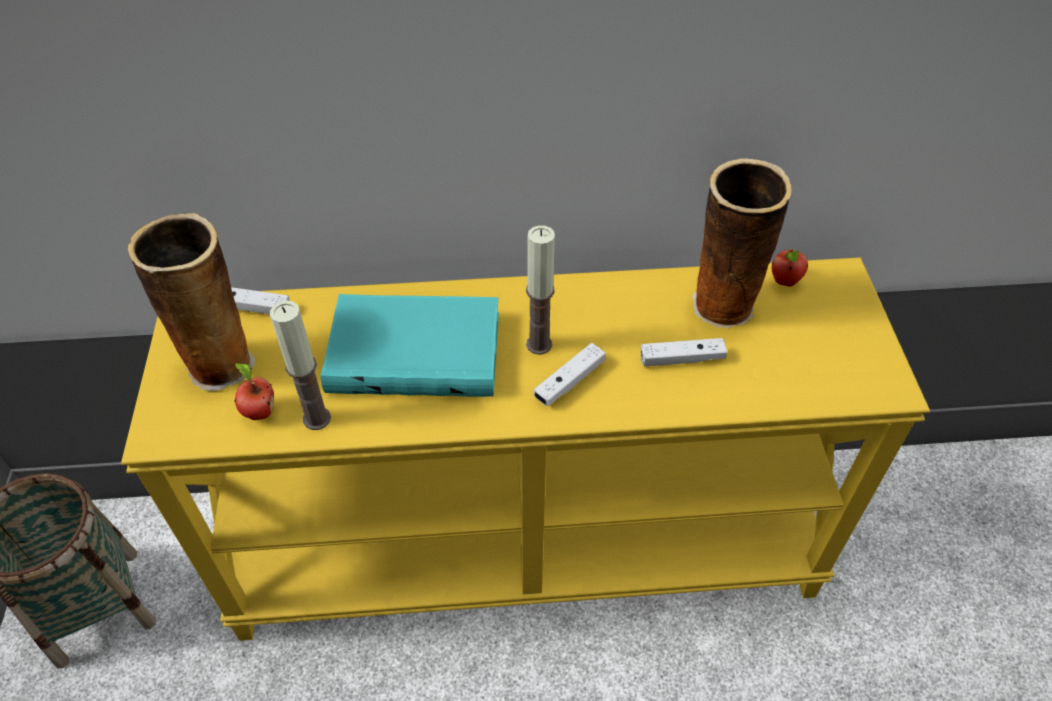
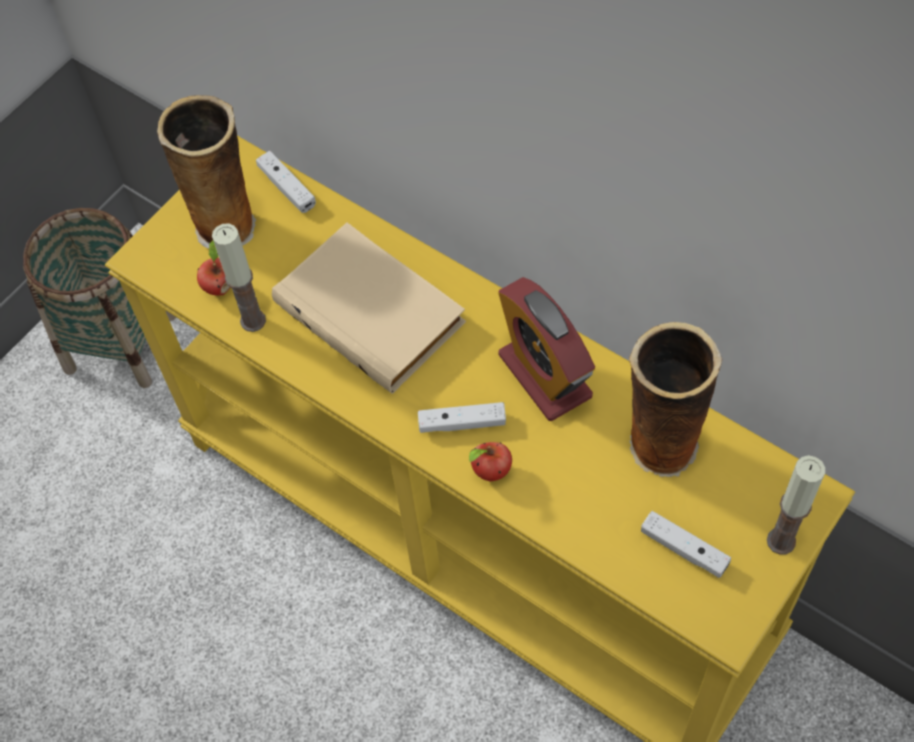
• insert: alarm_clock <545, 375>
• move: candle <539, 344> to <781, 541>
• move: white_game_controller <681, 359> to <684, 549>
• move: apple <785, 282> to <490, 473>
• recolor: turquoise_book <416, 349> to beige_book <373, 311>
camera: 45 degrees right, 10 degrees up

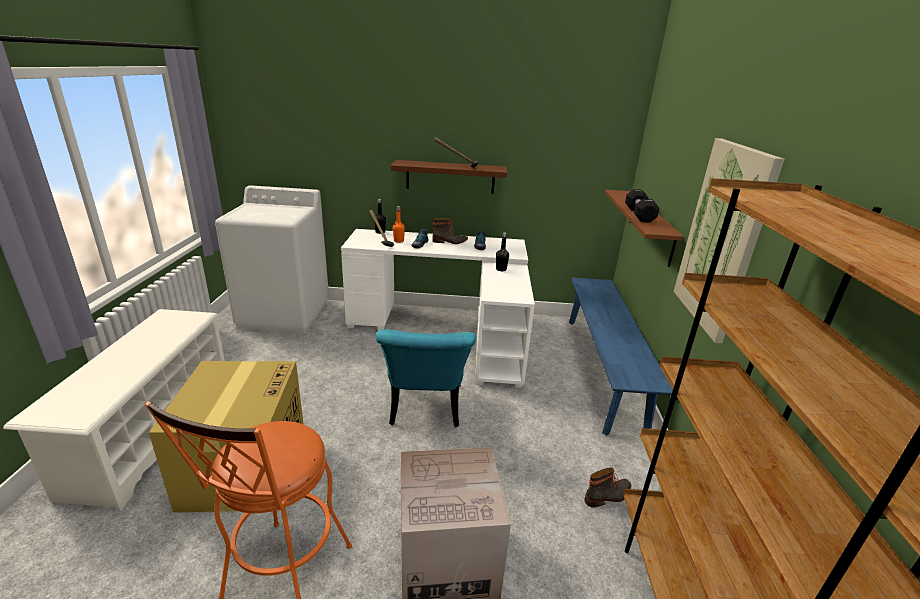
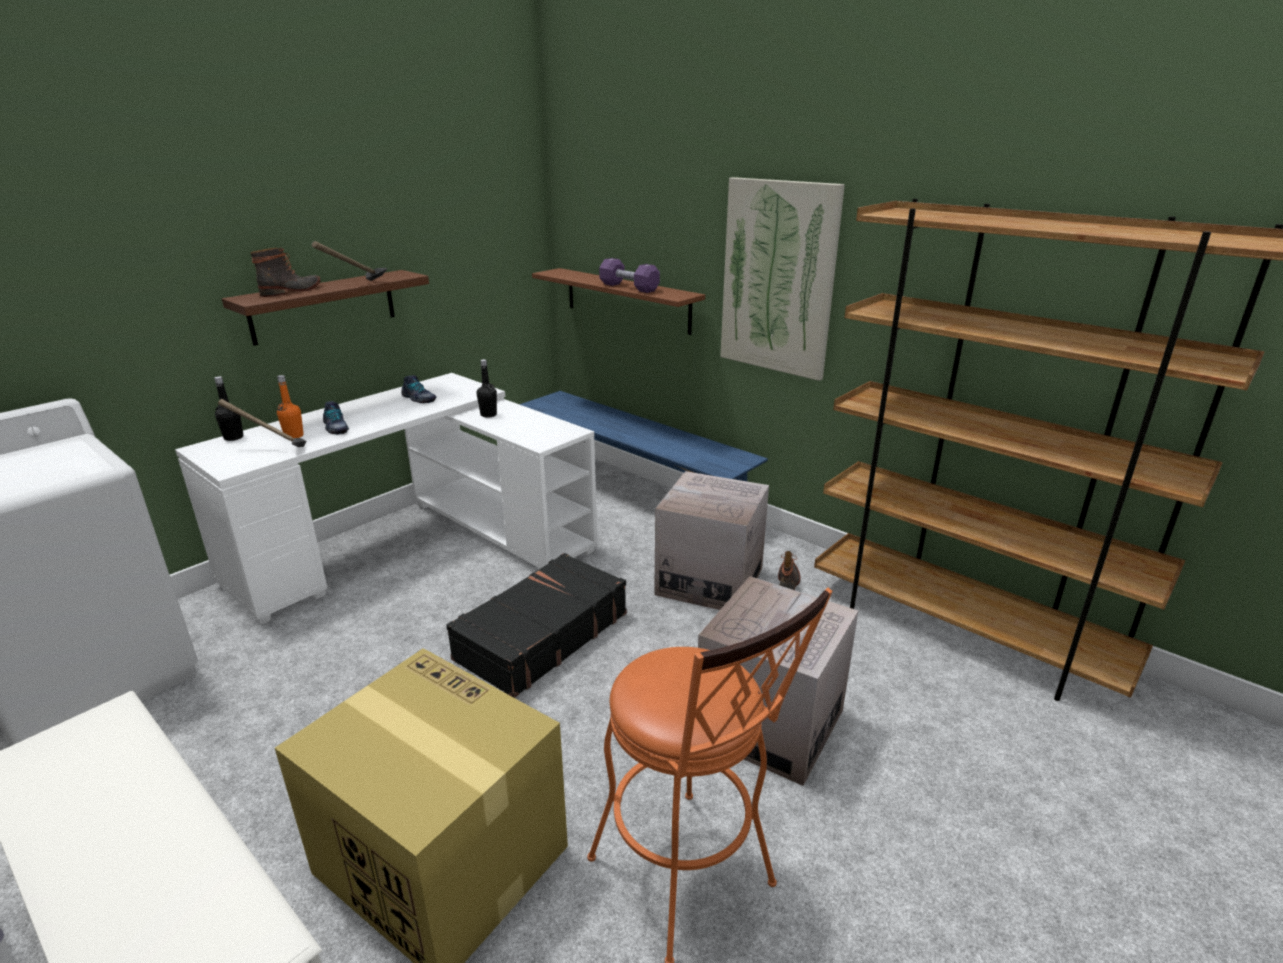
• insert: cardboard_box <709, 581>
• move: boot <450, 241> to <292, 291>
• replace: turquoise_chair <425, 410> to black_suitcase <541, 636>
• recolor: black_dumbbell <639, 215> to purple_dumbbell <629, 287>
camera: 50 degrees left, 0 degrees up

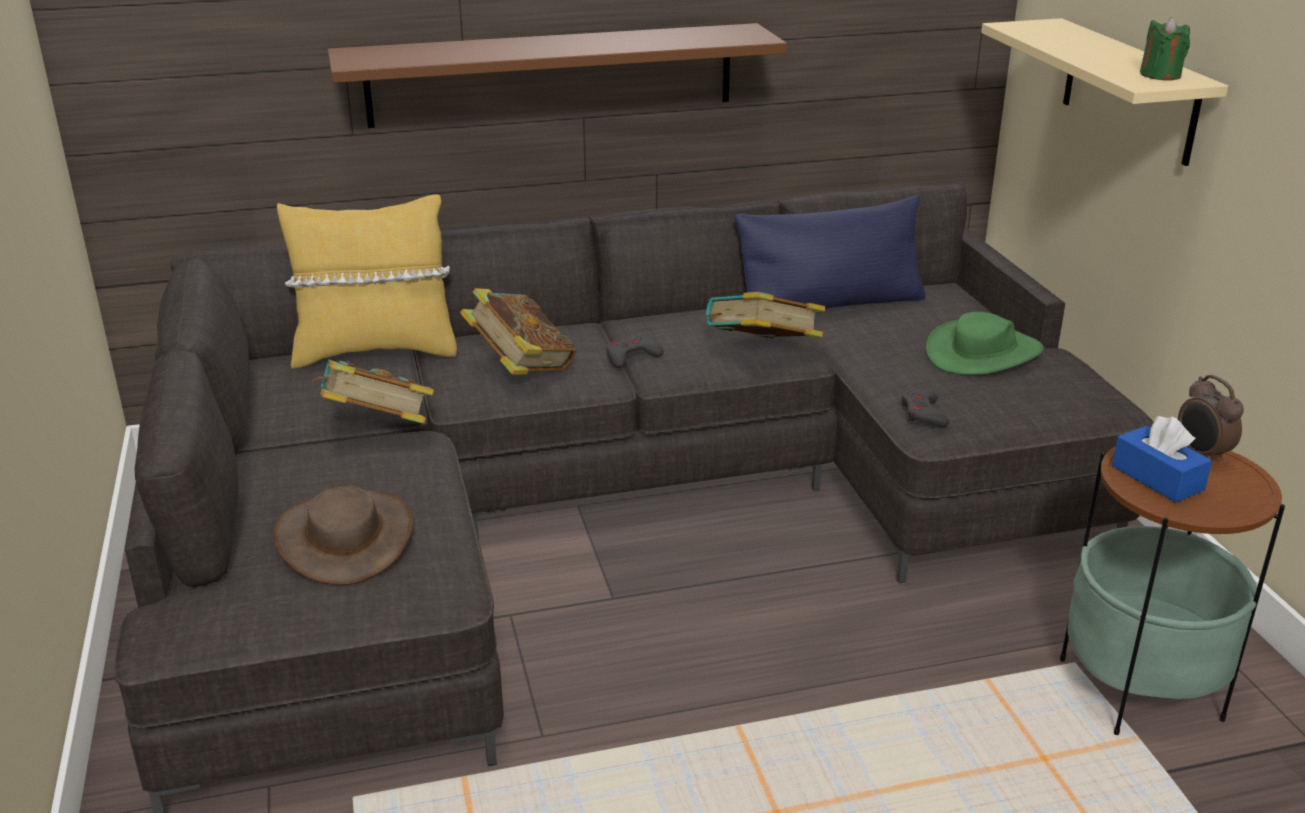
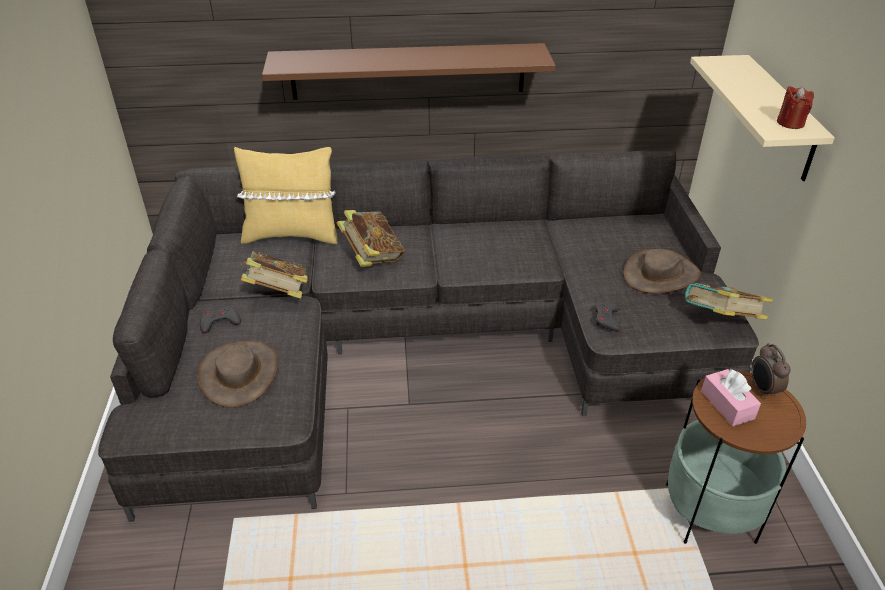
• delete: blue_pillow <829, 305>
• move: grey_game_controller <631, 356> to <219, 322>
• move: book <761, 353> to <720, 322>
• recolor: green_hat <984, 353> to brown_hat <661, 275>
• recolor: blue_tissue_box <1157, 478> to pink_tissue_box <727, 404>
• recolor: green_candle <1160, 75> to red_candle <790, 123>
camera: 10 degrees right, 10 degrees up

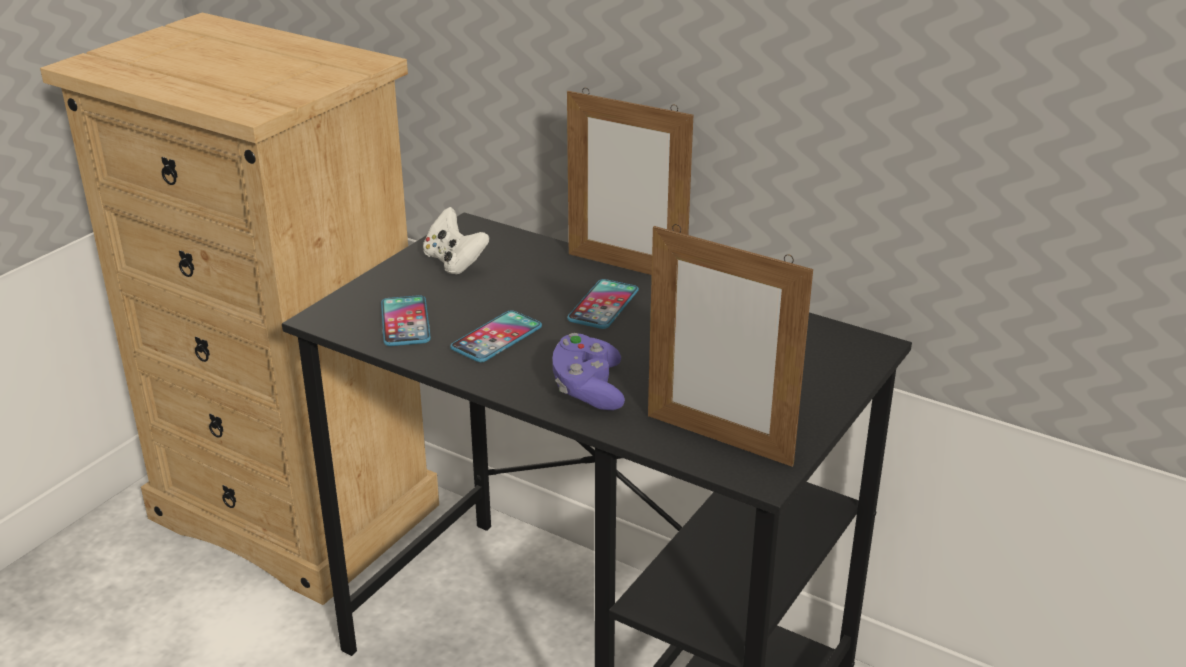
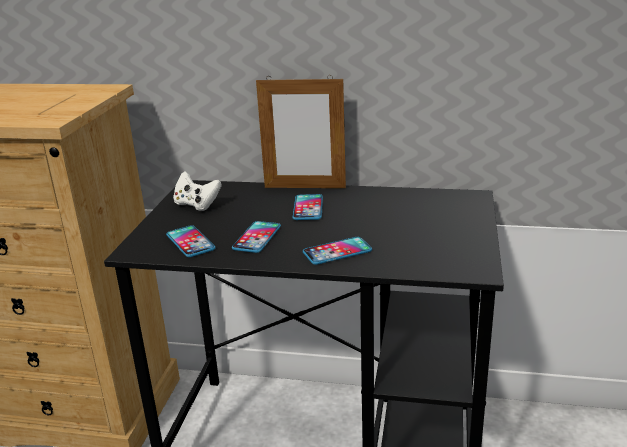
• delete: picture_frame <718, 439>
• replace: purple_game_controller <588, 389> to phone <337, 252>
camera: 20 degrees left, 5 degrees down

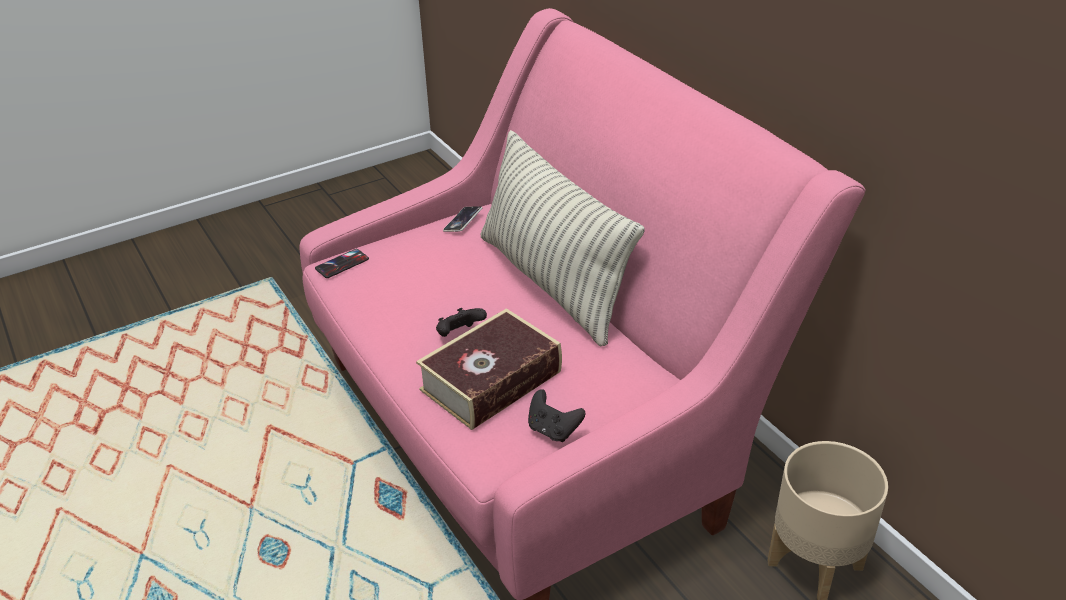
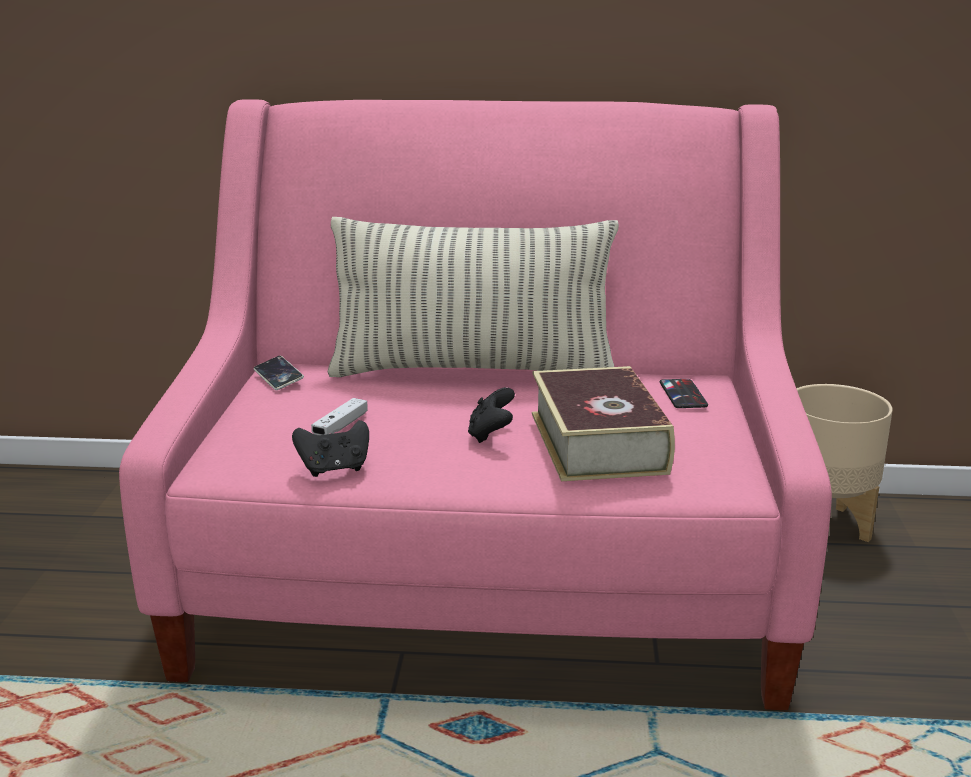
• insert: white_game_controller <340, 426>
• move: phone <342, 264> to <683, 394>
• move: black_game_controller <553, 430> to <334, 469>
camera: 55 degrees left, 15 degrees down

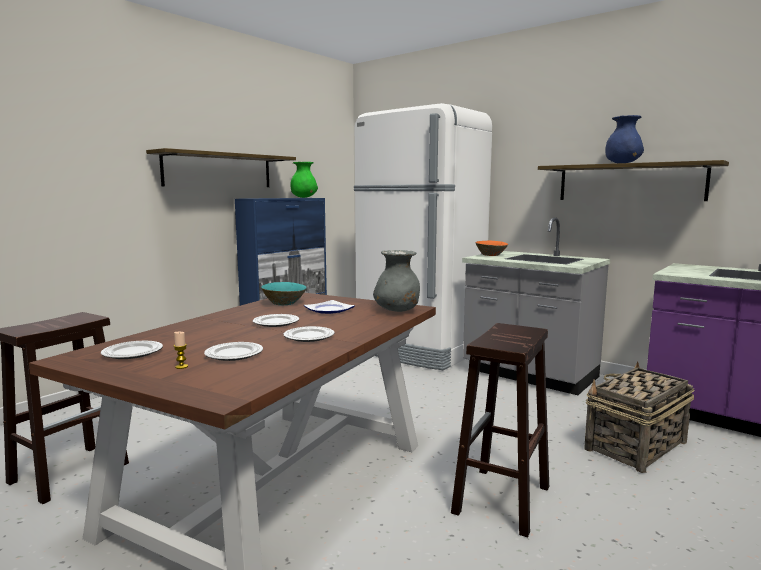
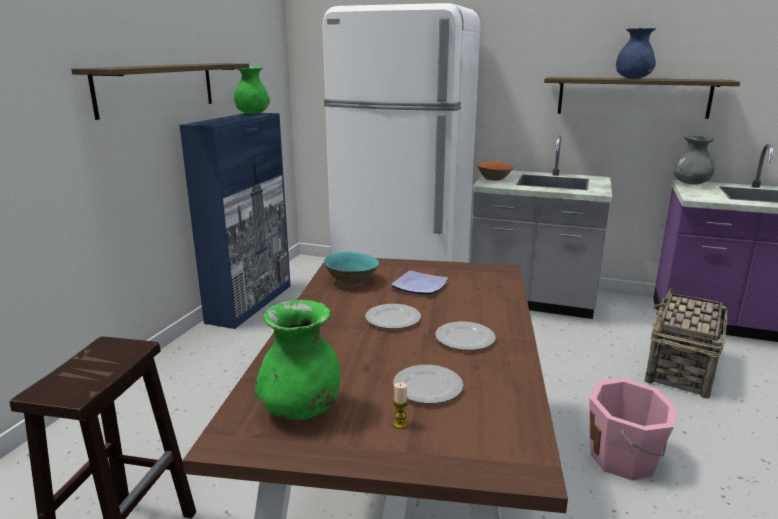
• move: grey_vase <397, 311> to <690, 184>
• replace: plate <133, 353> to green_vase <301, 410>
• replace: brown_stool <502, 501> to pink_bucket <624, 458>
camera: 20 degrees left, 10 degrees up

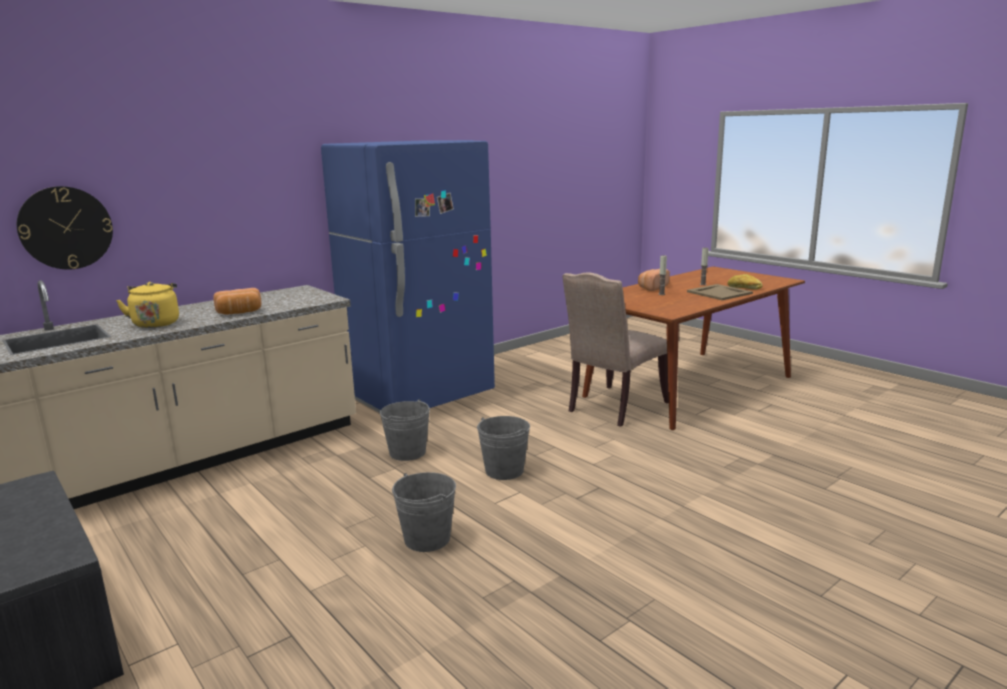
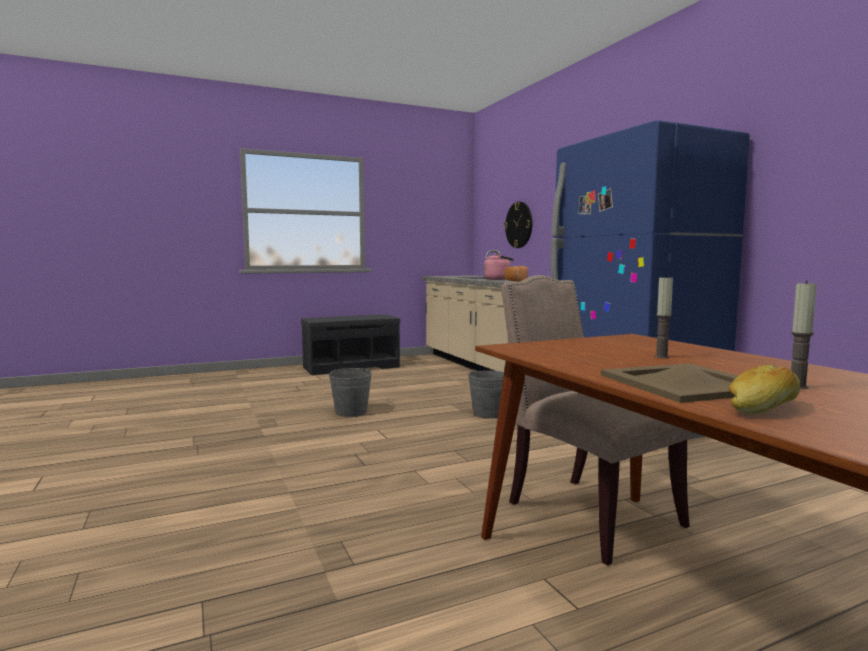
• delete: grey_bucket <504, 470>
• delete: bread <652, 288>
• recolor: yellow_kettle <156, 323> to pink_kettle <498, 279>
camera: 105 degrees right, 10 degrees down

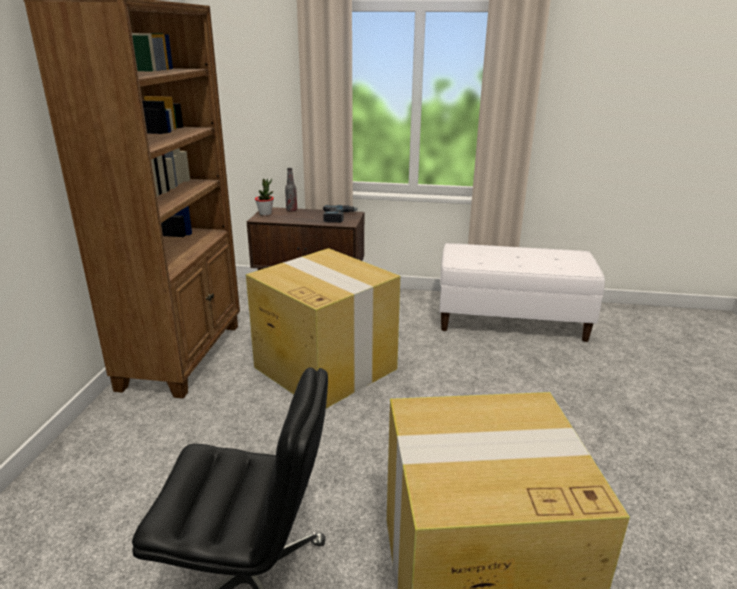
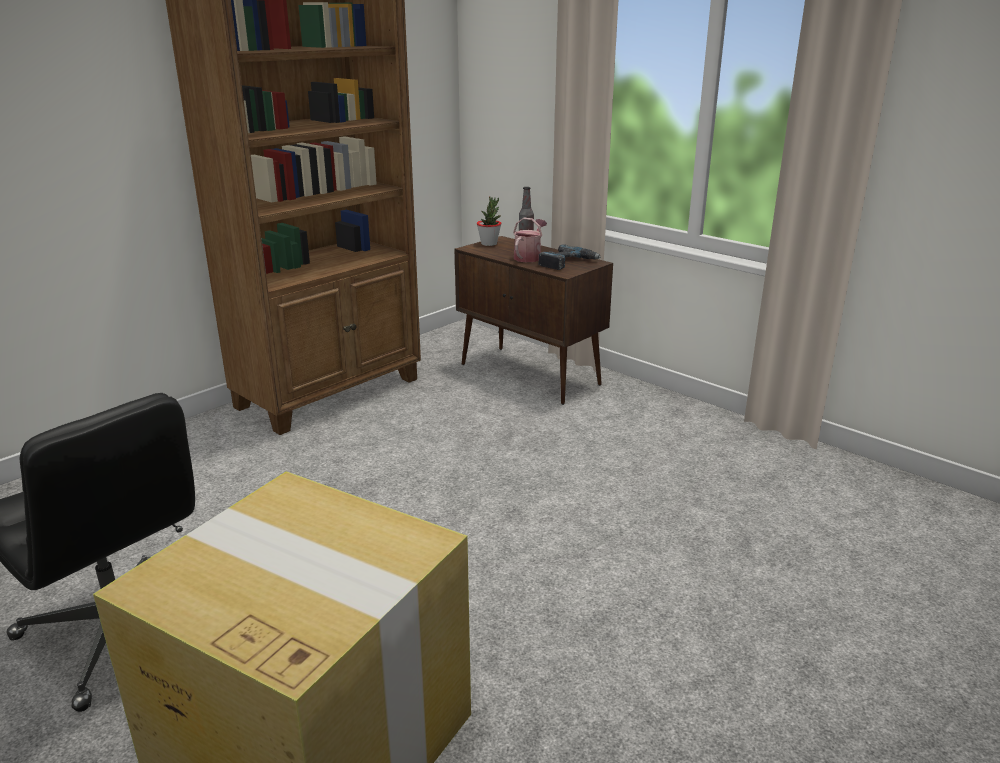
• delete: cardboard_box <324, 367>
• delete: white_bench <511, 321>
• insert: watering_can <529, 257>
camera: 35 degrees right, 0 degrees up

